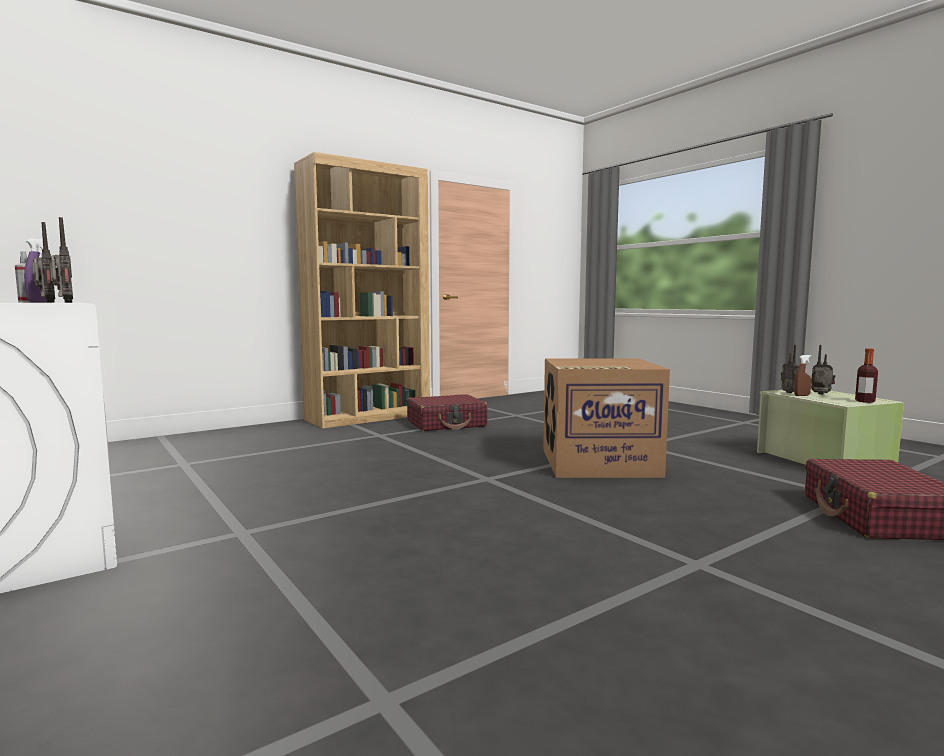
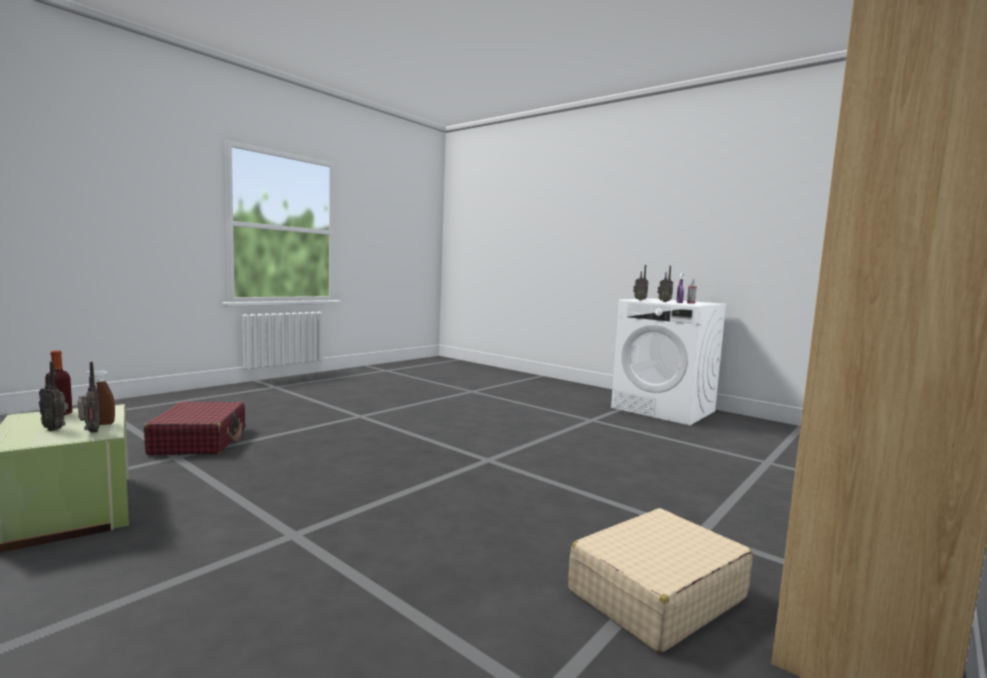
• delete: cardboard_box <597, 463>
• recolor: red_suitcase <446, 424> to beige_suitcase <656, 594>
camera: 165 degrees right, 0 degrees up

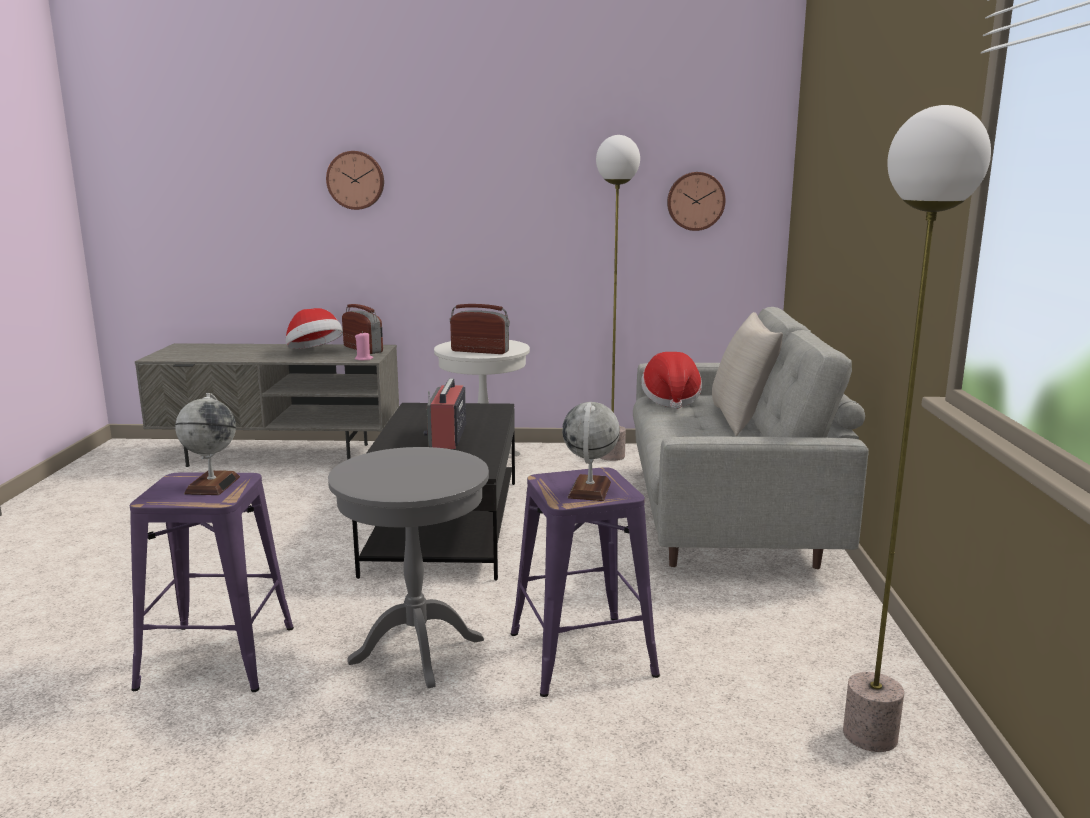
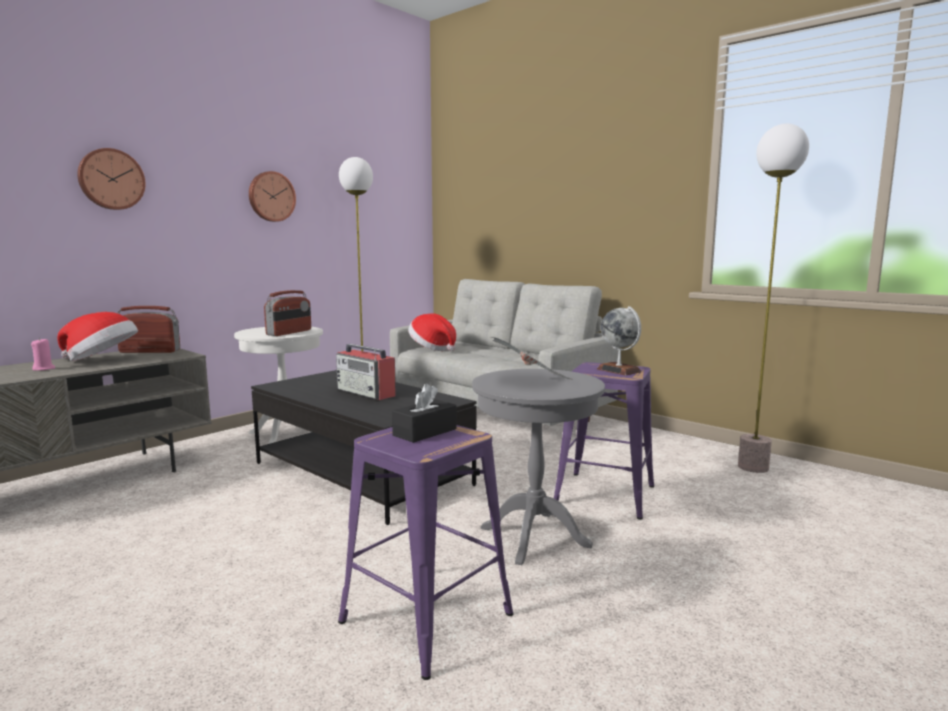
• delete: beige_pillow <741, 419>
• insert: newspaper <531, 380>
• move: pink_candle <364, 359> to <44, 369>
• move: wall_clock <695, 201> to <271, 196>
• replace: globe <212, 485> to black_tissue_box <425, 432>
• rotate: radio <480, 351> = <289, 332> 150 degrees clockwise
camera: 50 degrees left, 5 degrees down

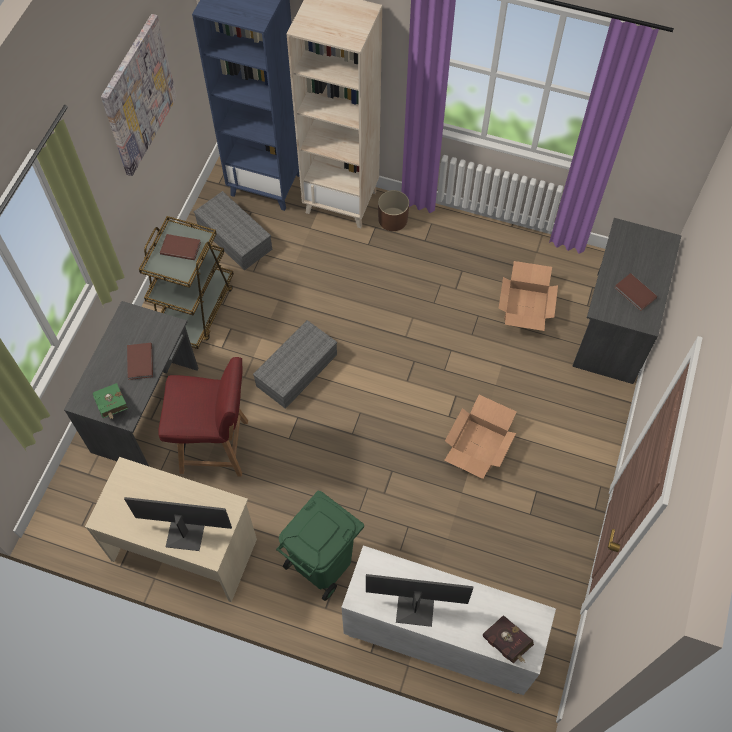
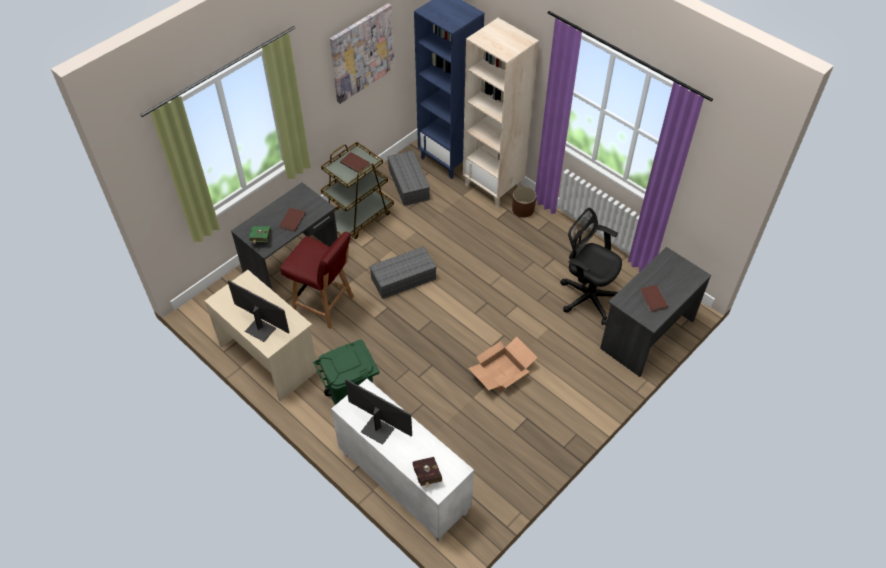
• replace: cardboard_box <525, 306> to black_office_chair <587, 296>
camera: 25 degrees right, 10 degrees down

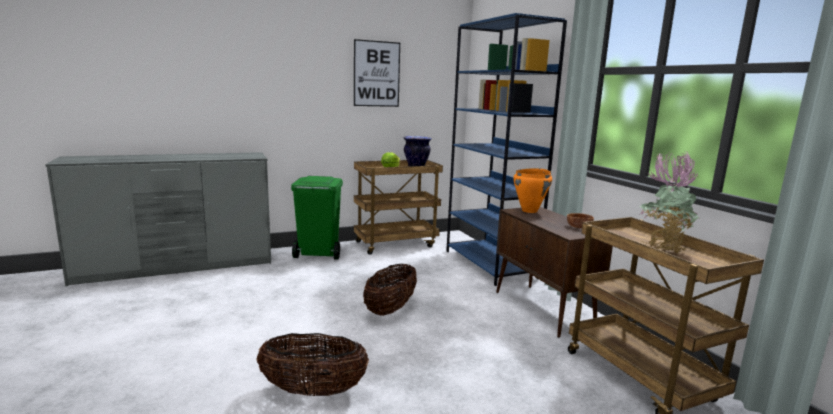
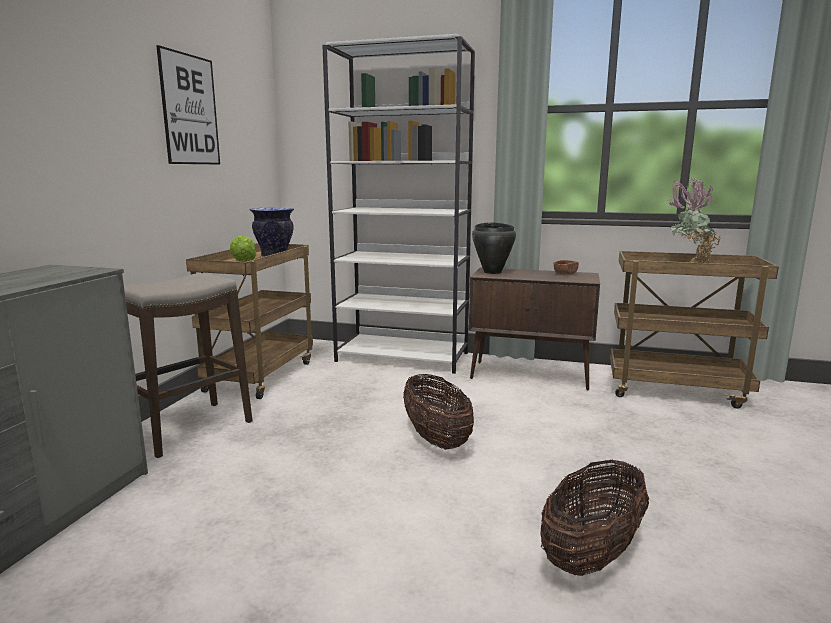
• replace: green_trash_can <318, 254> to stool <190, 429>
• recolor: blue_bookcase <490, 264> to white_bookcase <403, 357>
• recolor: orange_cooking_pot <530, 211> to black_cooking_pot <492, 272>
camera: 50 degrees left, 0 degrees up

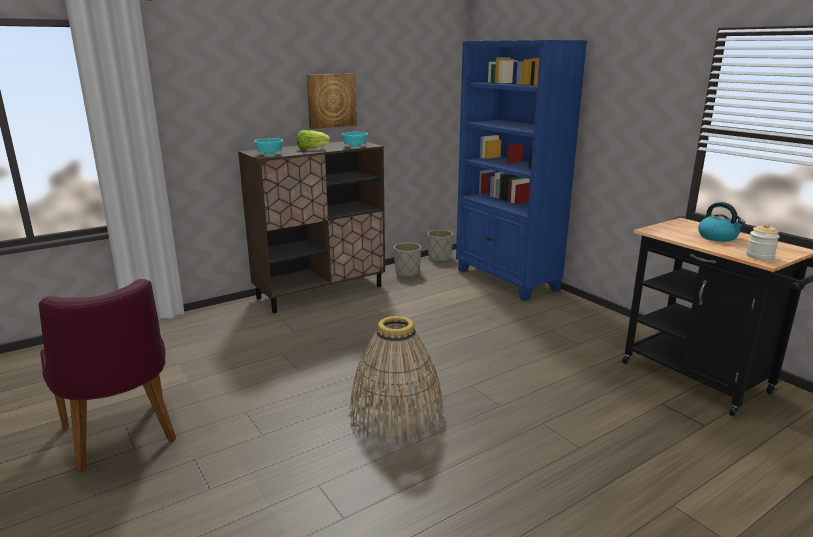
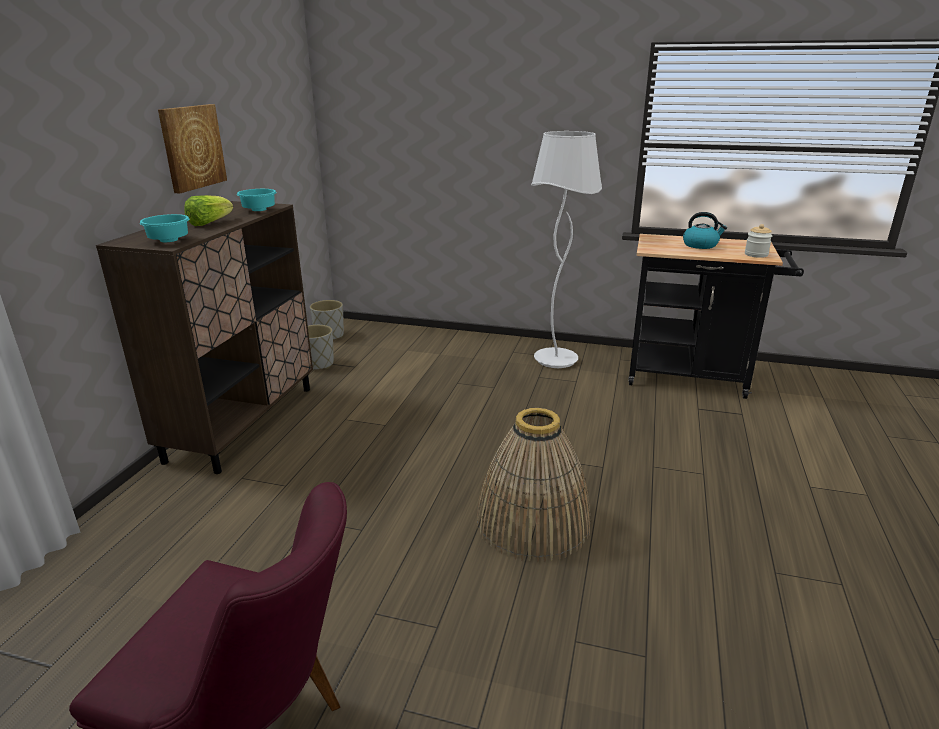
• delete: blue_bookcase <506, 280>
• insert: white_floor_lamp <556, 360>
camera: 40 degrees left, 5 degrees up

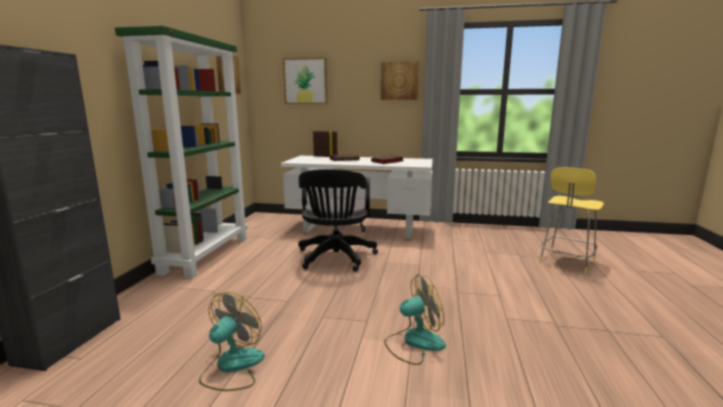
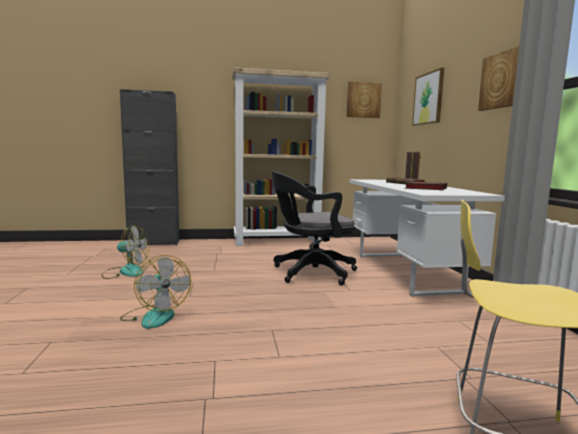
• recolor: green_bookcase <206, 254> to beige_bookcase <277, 241>
camera: 70 degrees right, 5 degrees down

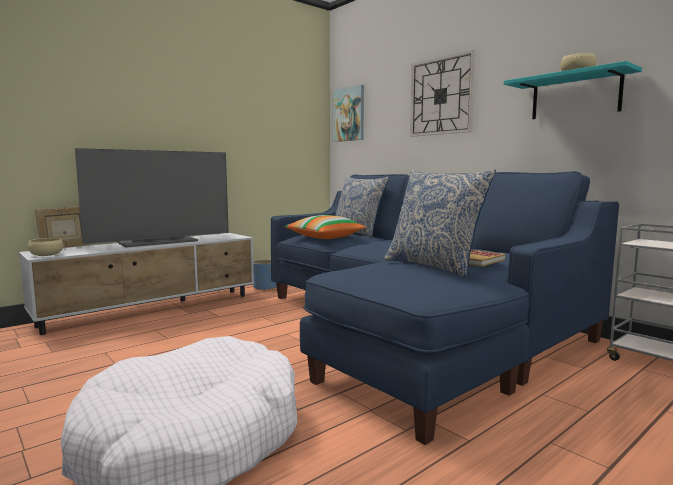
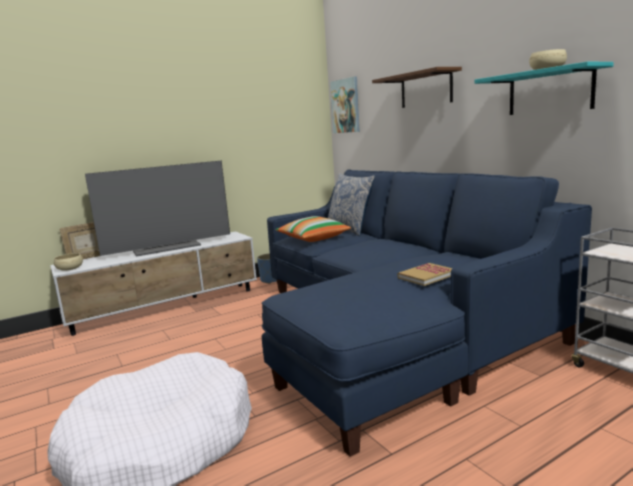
• delete: pillow <434, 266>
• replace: wall_clock <441, 96> to brown_shelf <426, 89>
camera: 10 degrees right, 5 degrees up

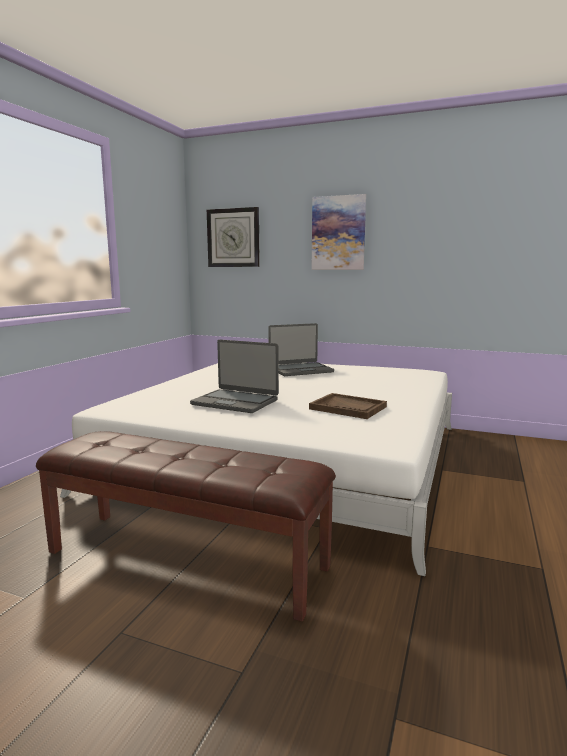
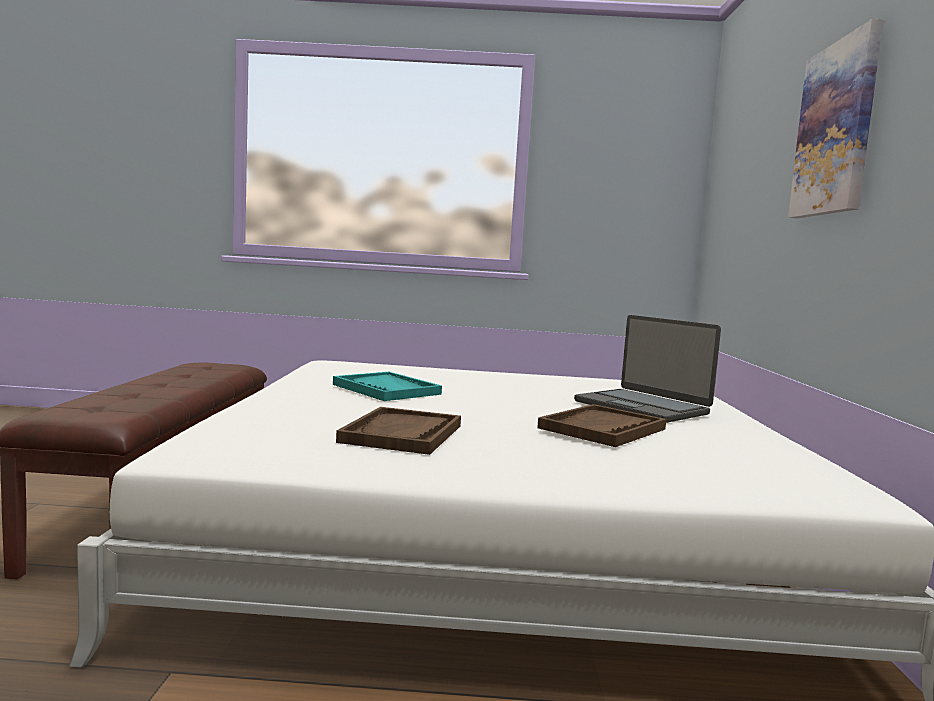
• delete: wall_clock <233, 238>
• insert: brown_tray <602, 429>
• replace: laptop <235, 402> to turquoise_tray <386, 389>
camera: 70 degrees right, 5 degrees down

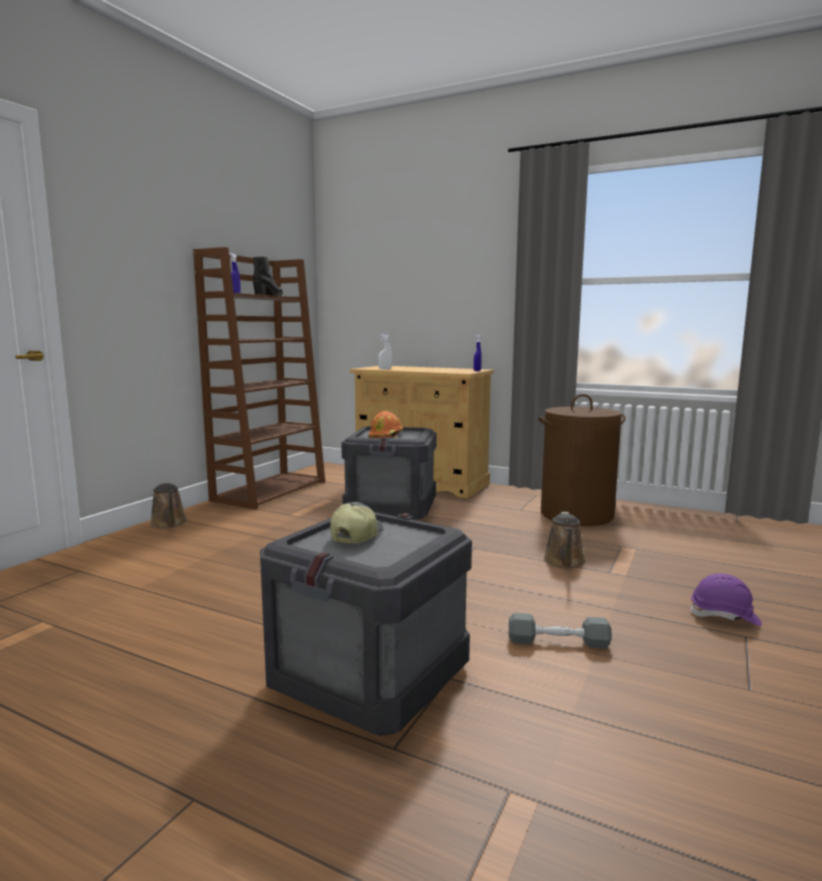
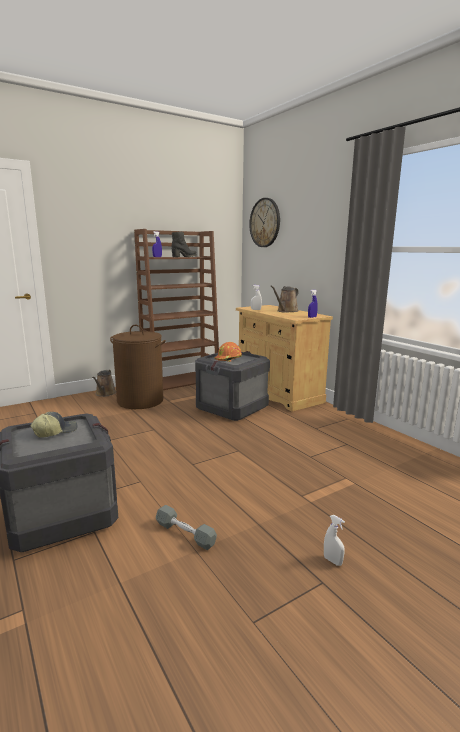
• insert: wall_clock <265, 223>
• move: brown_laundry_basket <576, 514> to <140, 401>
• move: brown_watering_can <564, 562> to <286, 311>
• replace: purple_hard_hat <724, 617> to white_spray_bottle <332, 561>
camera: 30 degrees right, 5 degrees up

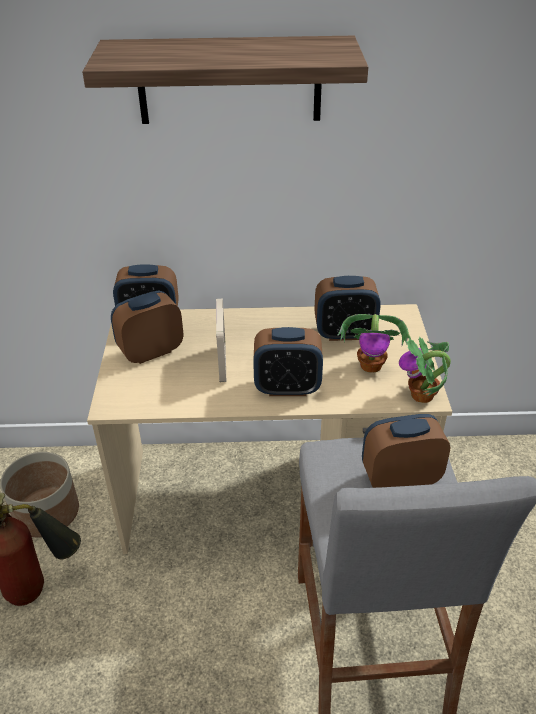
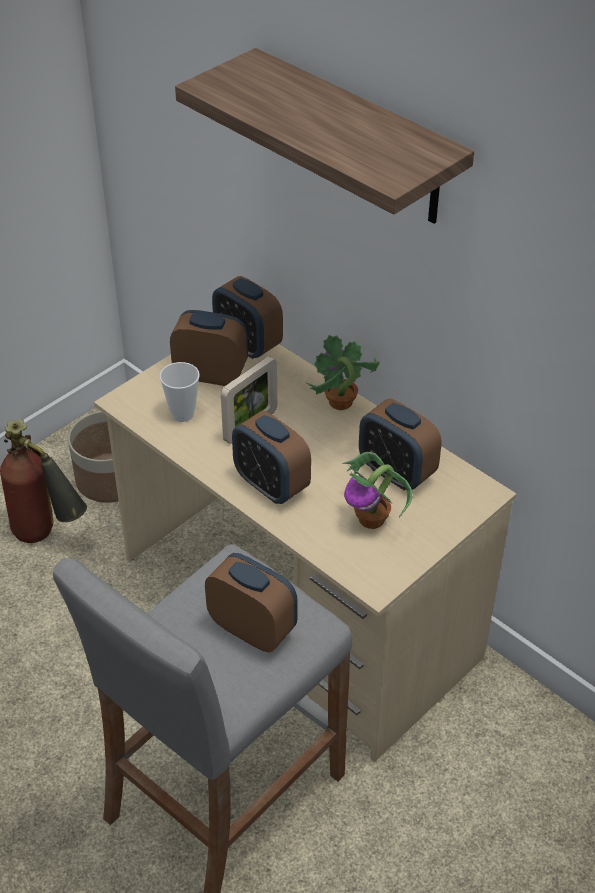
• insert: cup <182, 414>
• move: potted_plant <422, 396> to <340, 402>
camera: 45 degrees right, 5 degrees up

